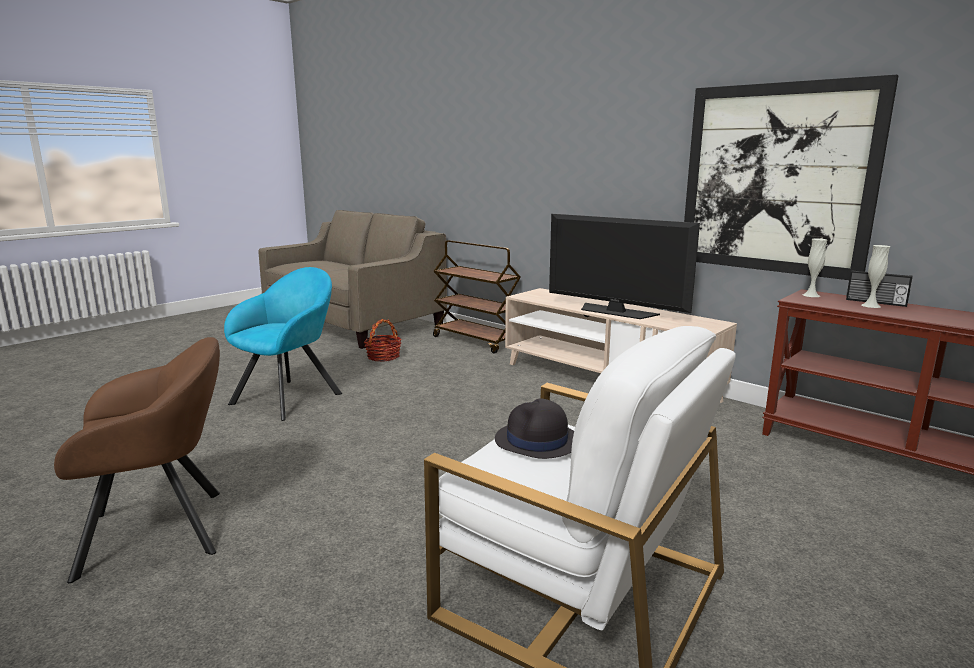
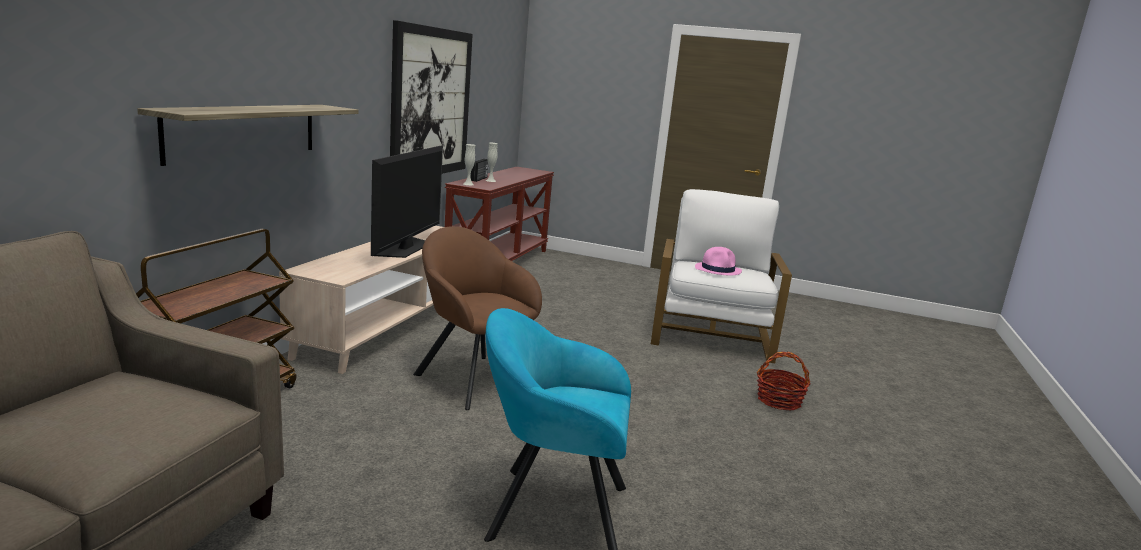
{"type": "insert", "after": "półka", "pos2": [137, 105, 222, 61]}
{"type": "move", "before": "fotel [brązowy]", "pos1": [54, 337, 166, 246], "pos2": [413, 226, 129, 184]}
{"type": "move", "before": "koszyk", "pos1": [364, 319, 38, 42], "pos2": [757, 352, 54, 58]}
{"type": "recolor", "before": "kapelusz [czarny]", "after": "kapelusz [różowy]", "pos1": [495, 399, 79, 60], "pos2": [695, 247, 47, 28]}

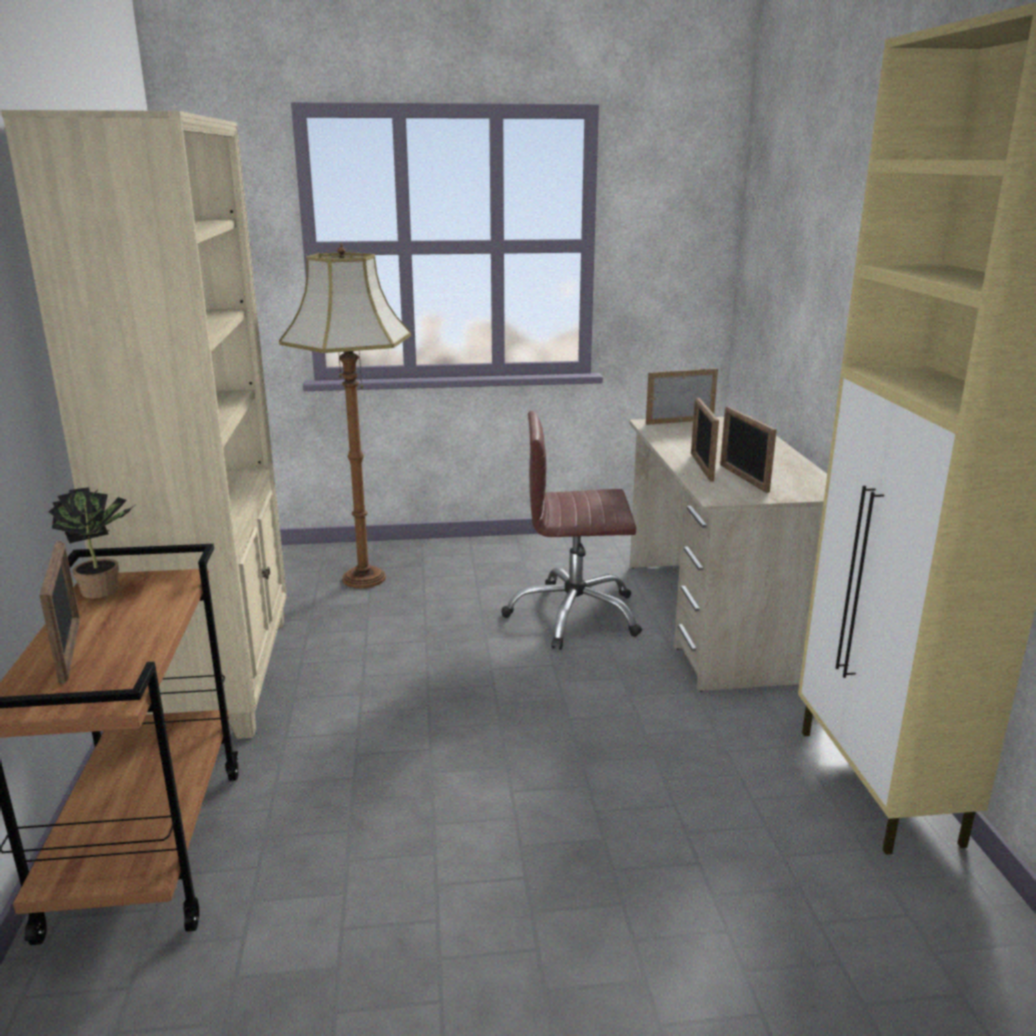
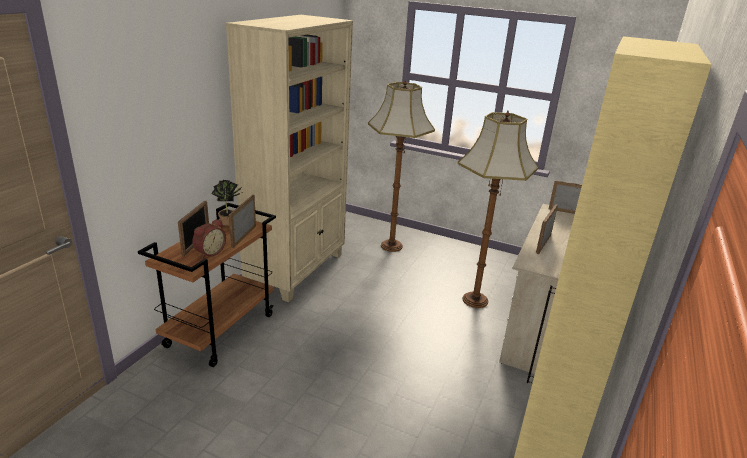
{"type": "insert", "after": "budzik", "pos2": [192, 219, 34, 40]}
{"type": "move", "before": "ramka na zdjęcie", "pos1": [720, 406, 57, 87], "pos2": [229, 195, 27, 53]}
{"type": "replace", "before": "krzesło biurowe [brązowy]", "after": "lampa stojąca", "pos1": [501, 411, 141, 239], "pos2": [458, 111, 80, 197]}

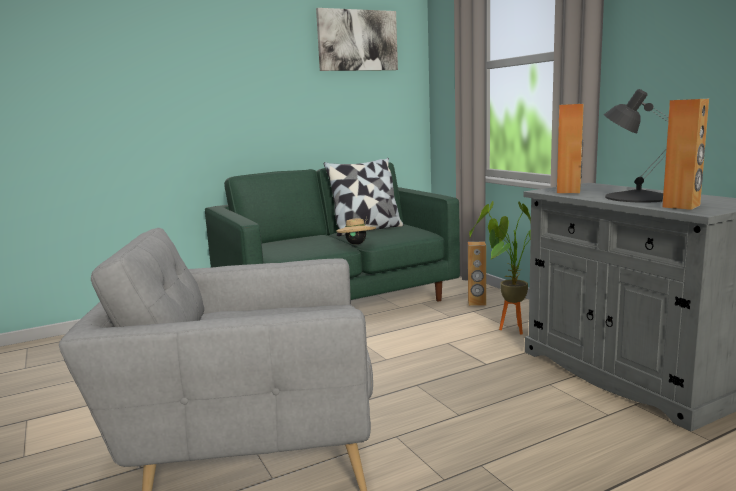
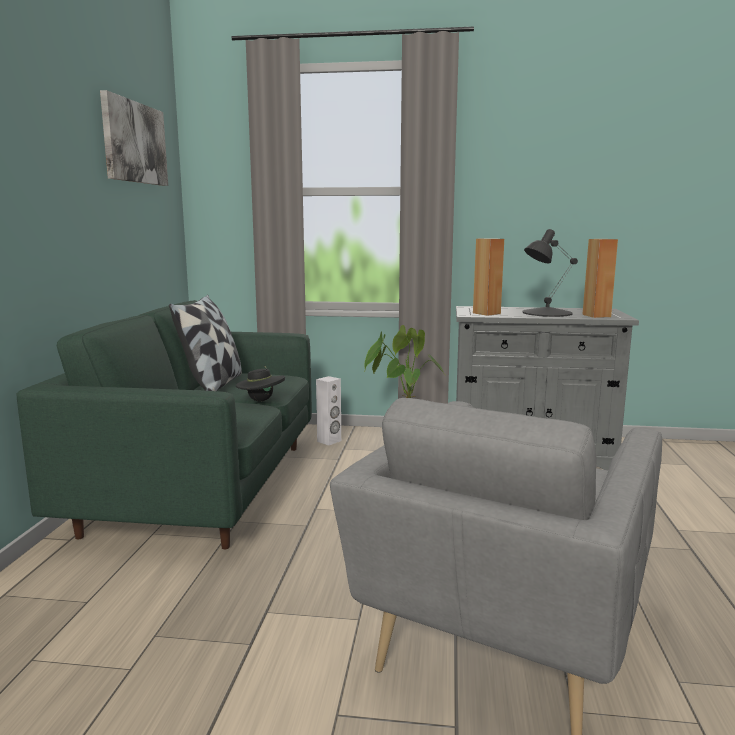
{"type": "recolor", "before": "kapelusz [beżowy]", "after": "kapelusz [czarny]", "pos1": [336, 217, 40, 28], "pos2": [236, 367, 49, 34]}
{"type": "recolor", "before": "głośnik [brązowy]", "after": "głośnik [biały]", "pos1": [468, 242, 18, 64], "pos2": [316, 376, 25, 70]}

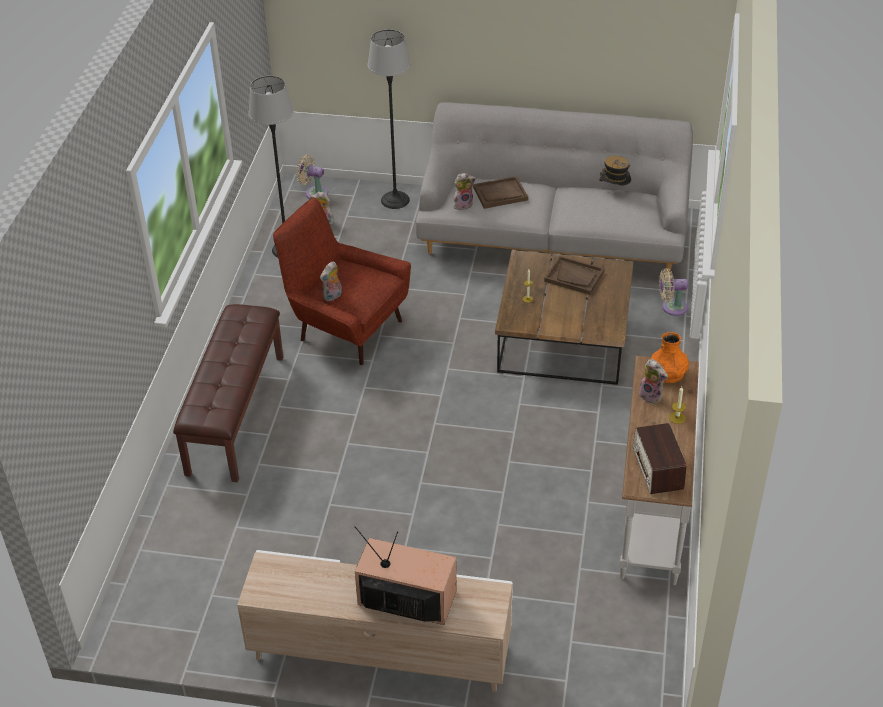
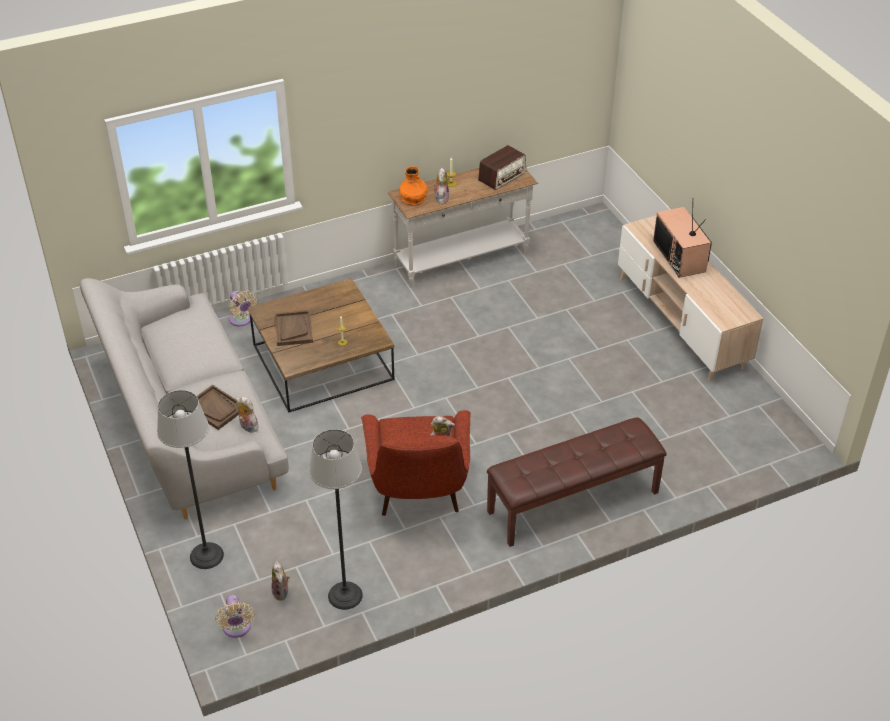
{"type": "delete", "before": "kapelusz", "pos1": [599, 156, 32, 30]}

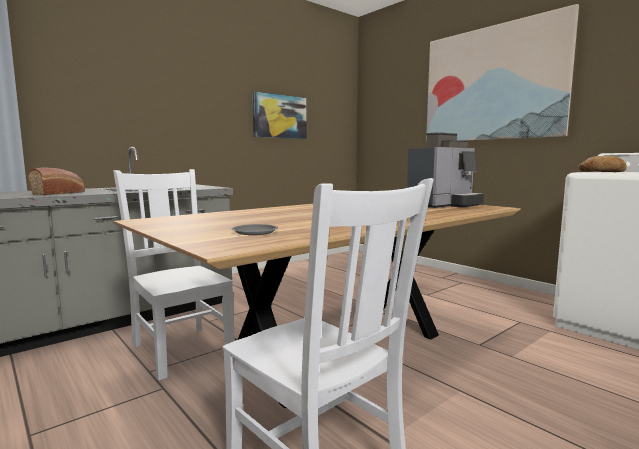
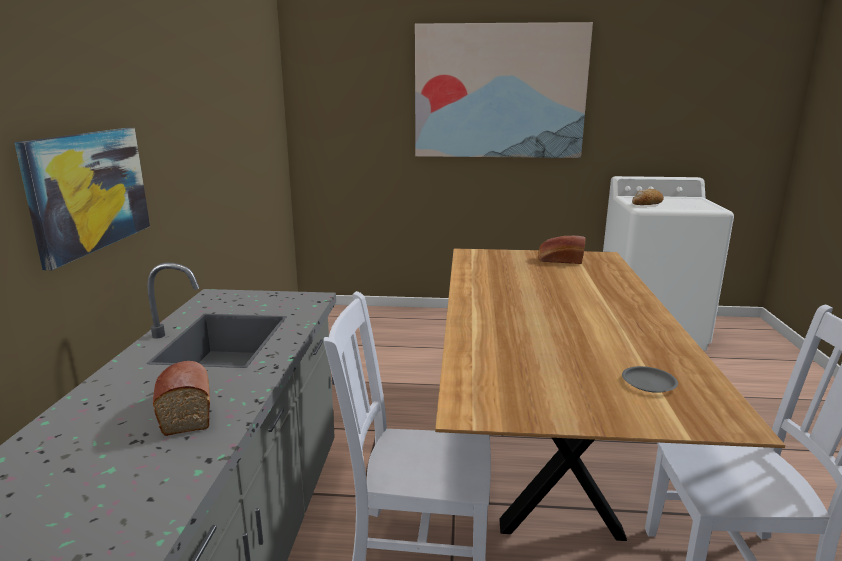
{"type": "move", "before": "obraz", "pos1": [252, 91, 55, 48], "pos2": [14, 128, 136, 142]}
{"type": "replace", "before": "ekspres do kawy", "after": "chleb", "pos1": [407, 132, 77, 76], "pos2": [538, 235, 47, 29]}

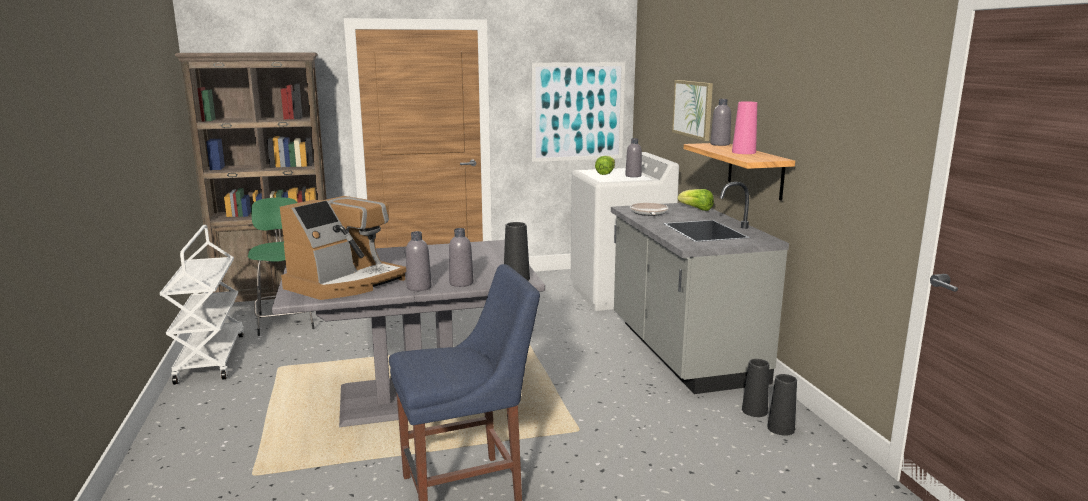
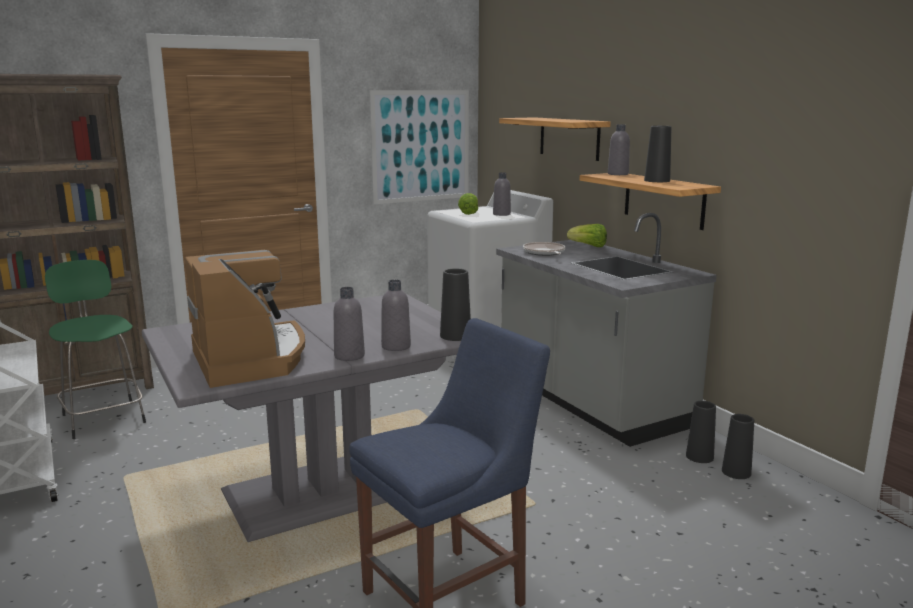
{"type": "replace", "before": "obraz", "after": "półka", "pos1": [672, 80, 41, 61], "pos2": [499, 117, 112, 44]}
{"type": "recolor", "before": "wazon [różowy]", "after": "wazon [czarny]", "pos1": [732, 101, 25, 53], "pos2": [644, 126, 27, 56]}
{"type": "rotate", "before": "ekspres do kawy", "pos1": [280, 196, 126, 104], "pos2": [185, 250, 120, 138], "turn": -45}

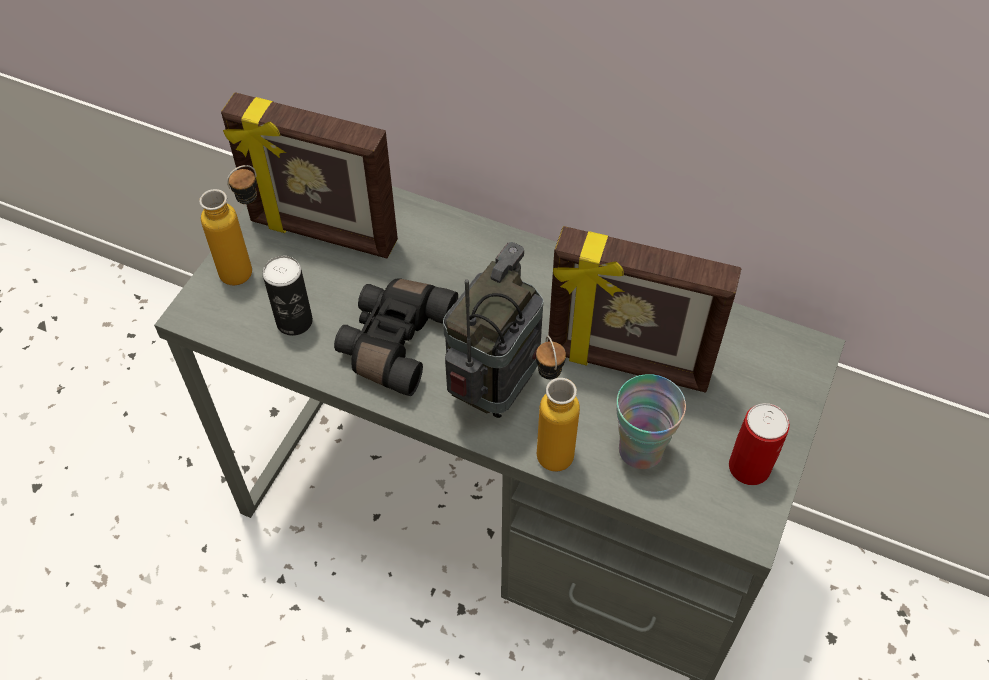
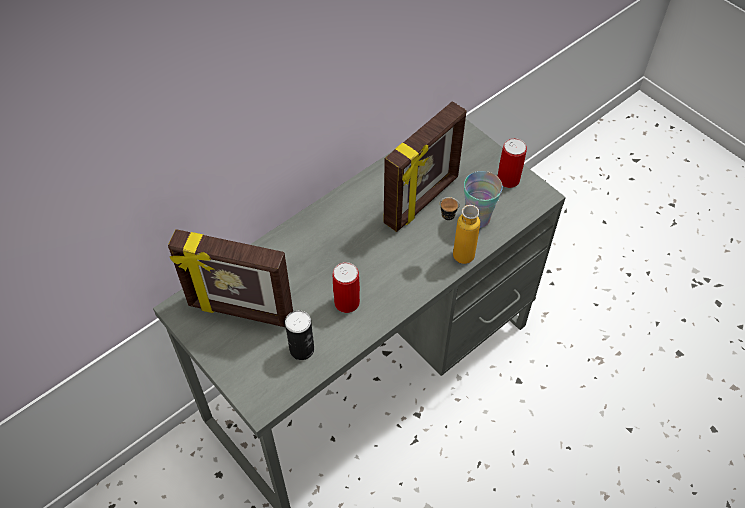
{"type": "delete", "before": "butelka", "pos1": [199, 165, 58, 120]}
{"type": "delete", "before": "radio", "pos1": [443, 242, 100, 176]}
{"type": "replace", "before": "lornetka [czarny]", "after": "puszka", "pos1": [334, 278, 124, 118], "pos2": [333, 262, 27, 51]}
{"type": "rotate", "before": "ramka na zdjęcie", "pos1": [221, 92, 177, 166], "pos2": [168, 229, 125, 98], "turn": 60}

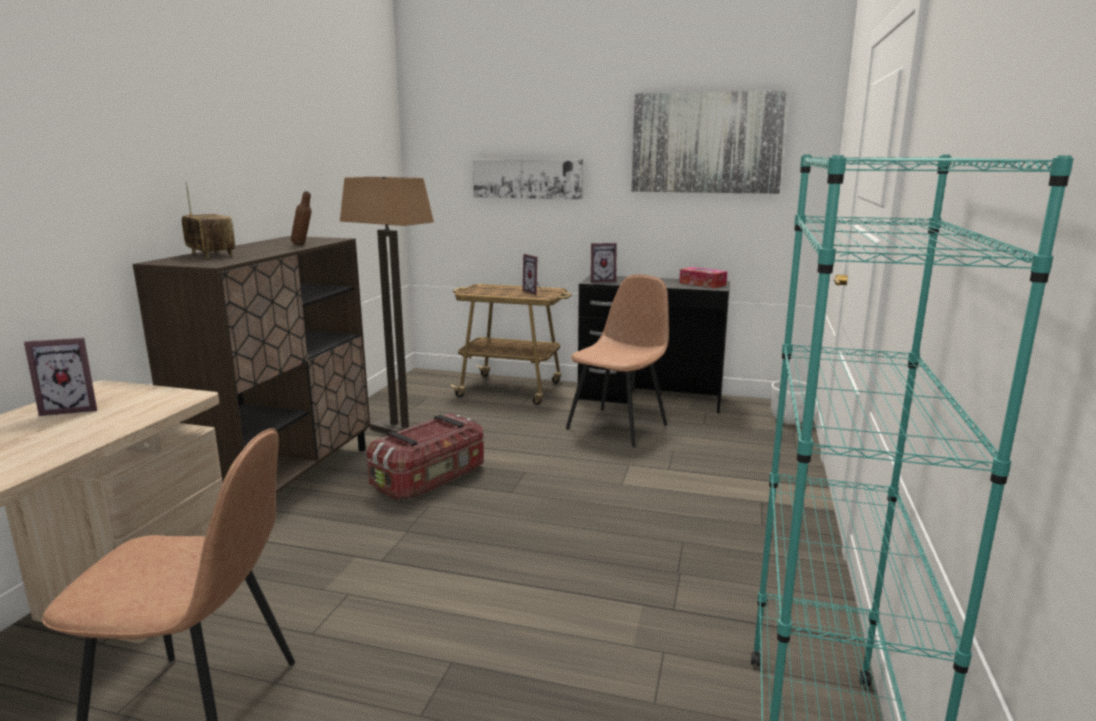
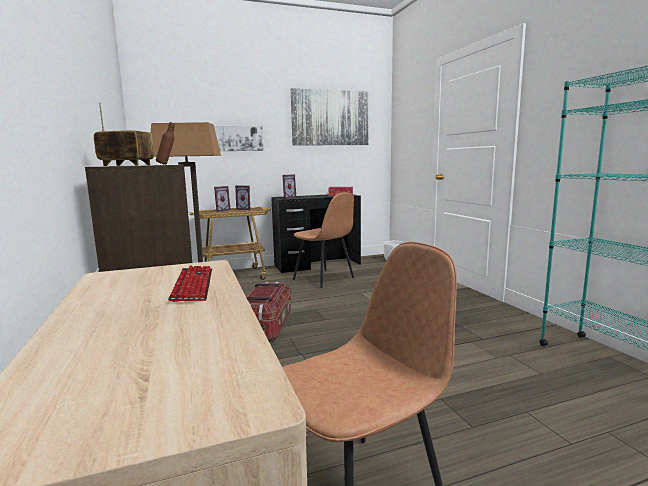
{"type": "insert", "after": "klawiatura", "pos2": [168, 266, 44, 36]}
{"type": "move", "before": "ramka na zdjęcie", "pos1": [24, 338, 73, 78], "pos2": [214, 186, 16, 26]}
{"type": "rotate", "before": "krzesło [brązowy]", "pos1": [566, 274, 103, 173], "pos2": [293, 192, 61, 96], "turn": 135}

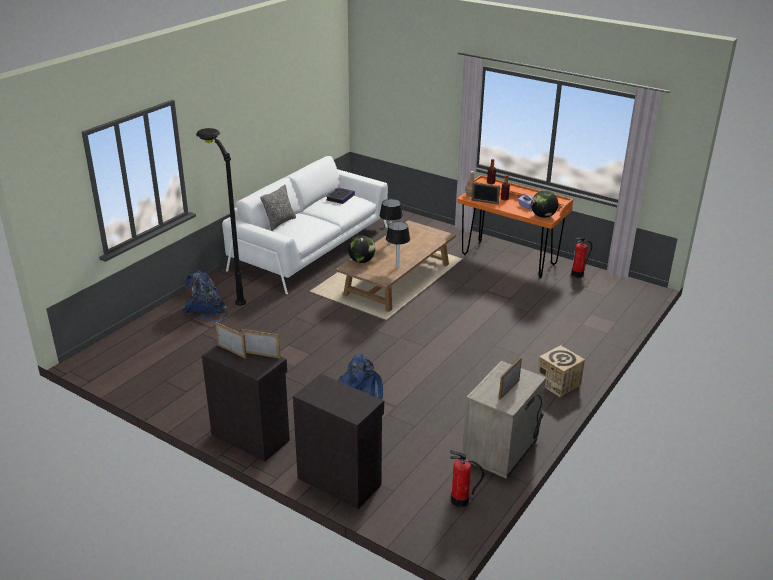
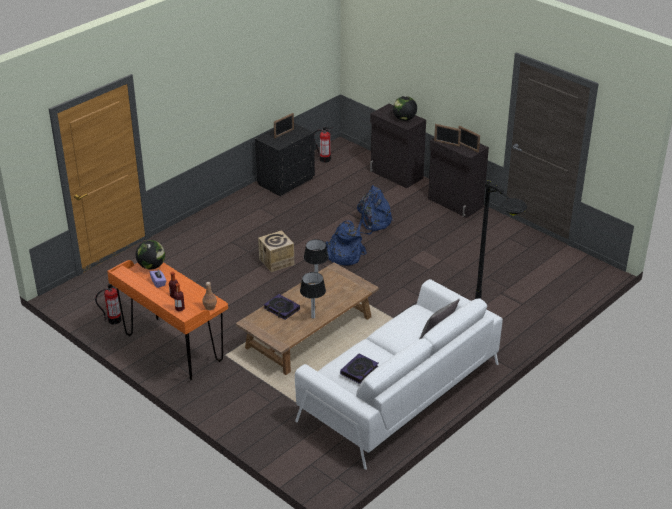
{"type": "delete", "before": "ramka na zdjęcie", "pos1": [471, 182, 29, 23]}
{"type": "insert", "after": "książka", "pos2": [263, 294, 37, 26]}
{"type": "move", "before": "plecak [niebieski]", "pos1": [182, 270, 45, 52], "pos2": [325, 220, 42, 45]}
{"type": "move", "before": "globus", "pos1": [348, 236, 27, 27], "pos2": [393, 96, 24, 25]}
{"type": "move", "before": "karton", "pos1": [537, 345, 48, 52], "pos2": [258, 230, 36, 42]}
{"type": "recolor", "before": "szafka nocna [beżowy]", "after": "szafka nocna [czarny]", "pos1": [462, 361, 84, 118], "pos2": [255, 123, 60, 73]}

